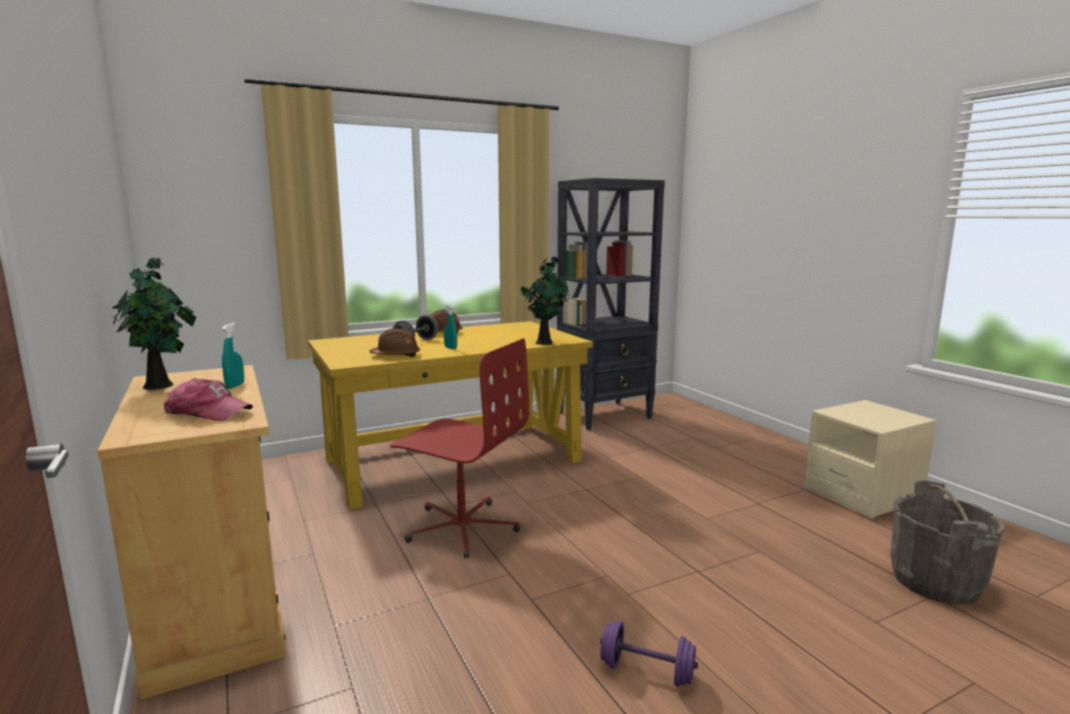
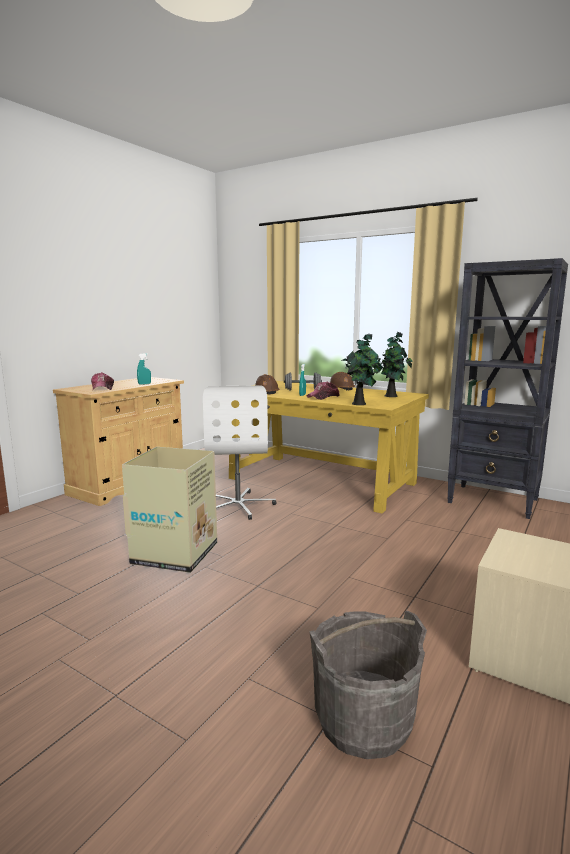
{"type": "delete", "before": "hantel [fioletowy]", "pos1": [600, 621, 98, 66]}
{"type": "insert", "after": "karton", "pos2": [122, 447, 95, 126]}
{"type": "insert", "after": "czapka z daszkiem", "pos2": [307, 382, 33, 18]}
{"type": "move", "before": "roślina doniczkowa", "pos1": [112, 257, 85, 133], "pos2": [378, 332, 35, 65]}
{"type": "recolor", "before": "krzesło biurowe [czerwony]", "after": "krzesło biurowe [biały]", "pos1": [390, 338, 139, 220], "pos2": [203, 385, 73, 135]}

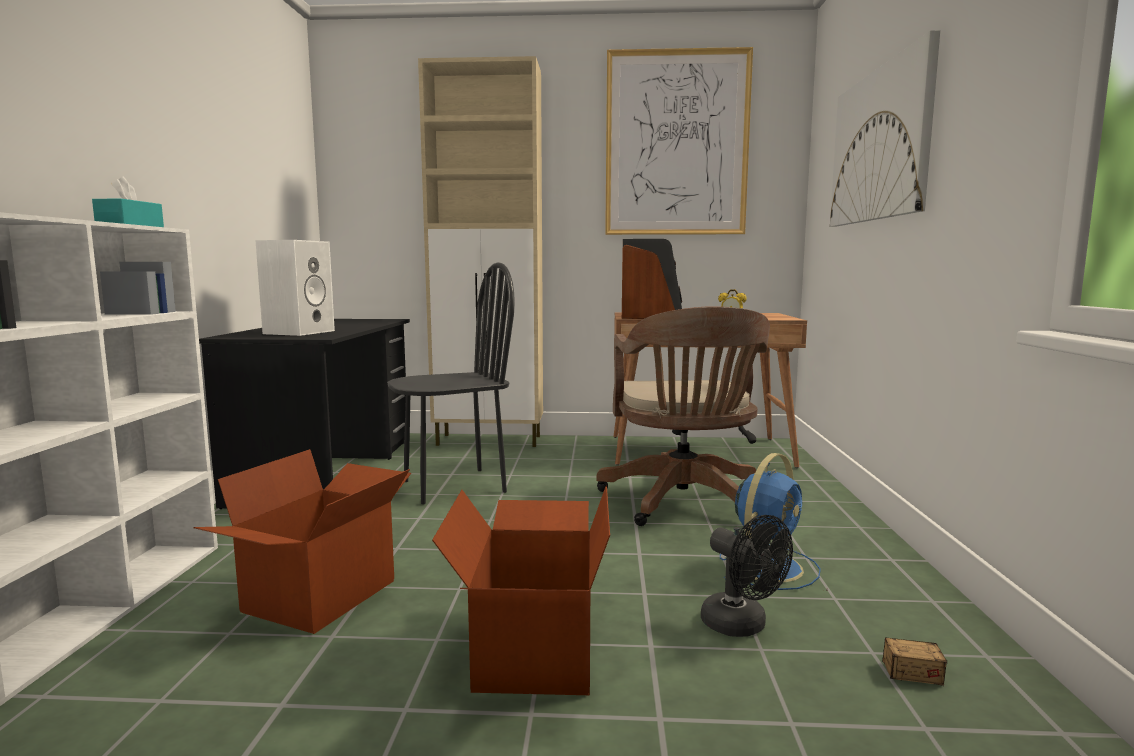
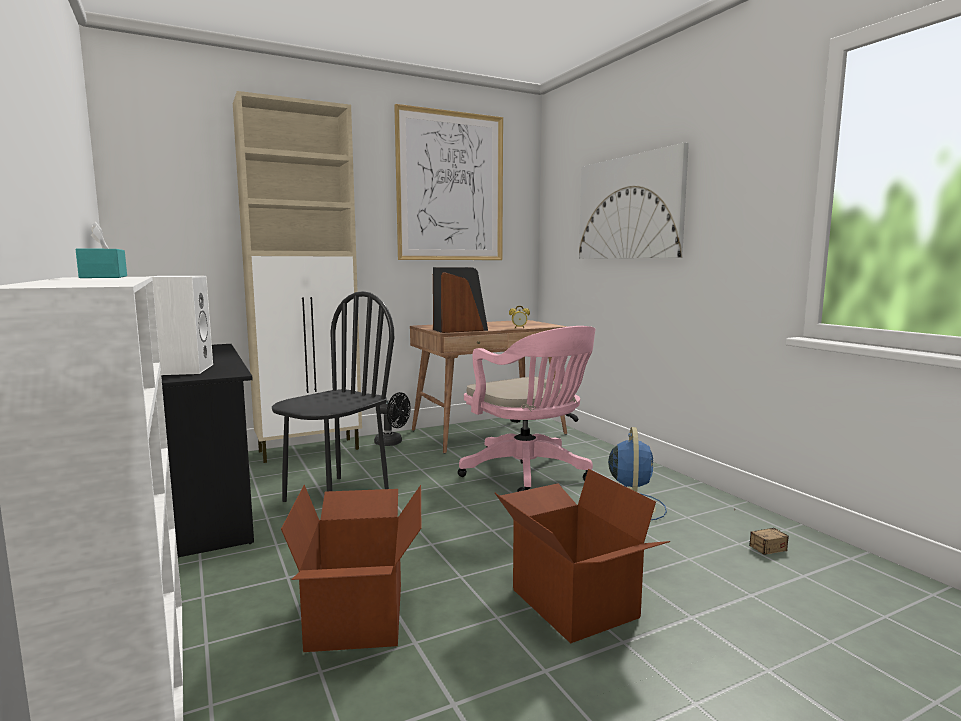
{"type": "move", "before": "wentylator [czarny]", "pos1": [701, 515, 92, 122], "pos2": [374, 392, 37, 54]}
{"type": "recolor", "before": "krzesło biurowe [brązowy]", "after": "krzesło biurowe [różowy]", "pos1": [596, 306, 174, 220], "pos2": [458, 326, 137, 166]}

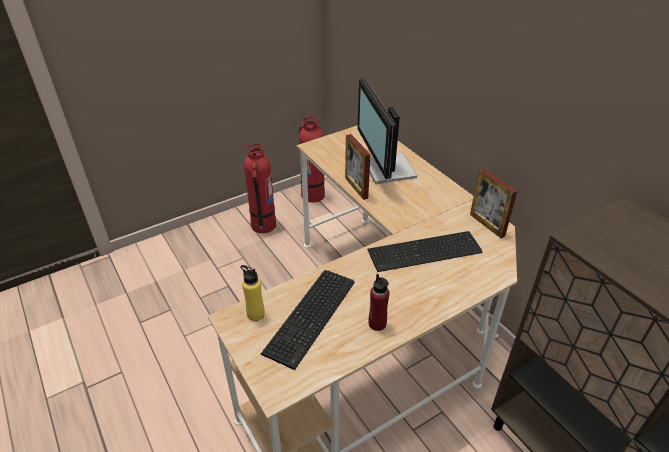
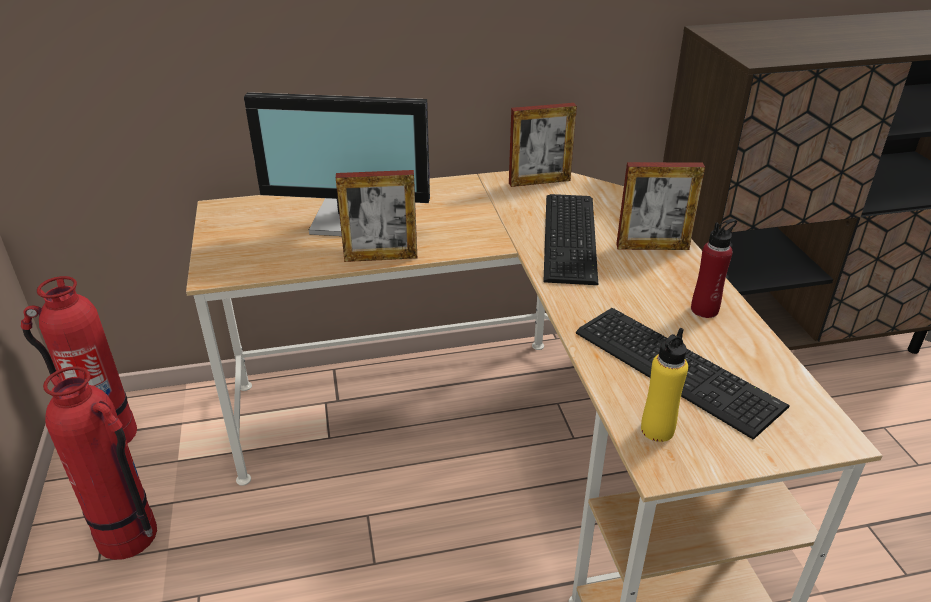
{"type": "insert", "after": "ramka na zdjęcie", "pos2": [616, 162, 89, 88]}

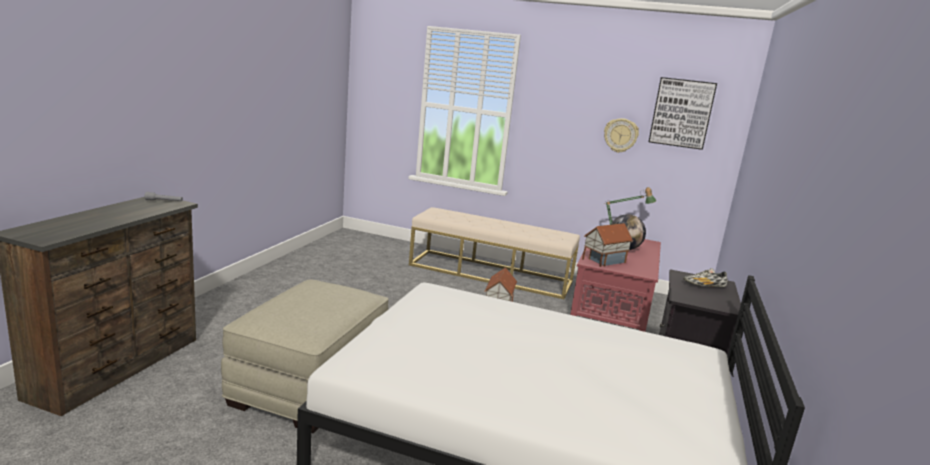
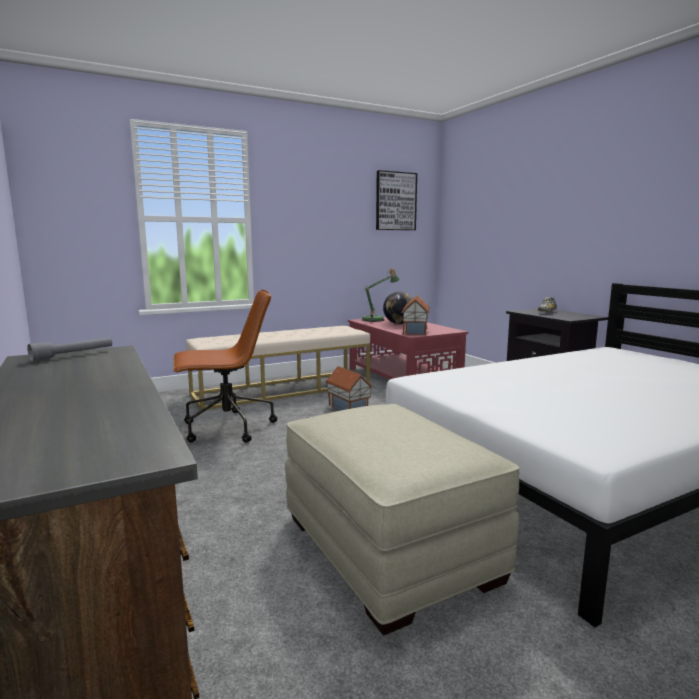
{"type": "delete", "before": "zegar ścienny", "pos1": [604, 118, 35, 35]}
{"type": "insert", "after": "krzesło biurowe [brązowy]", "pos2": [173, 290, 104, 153]}

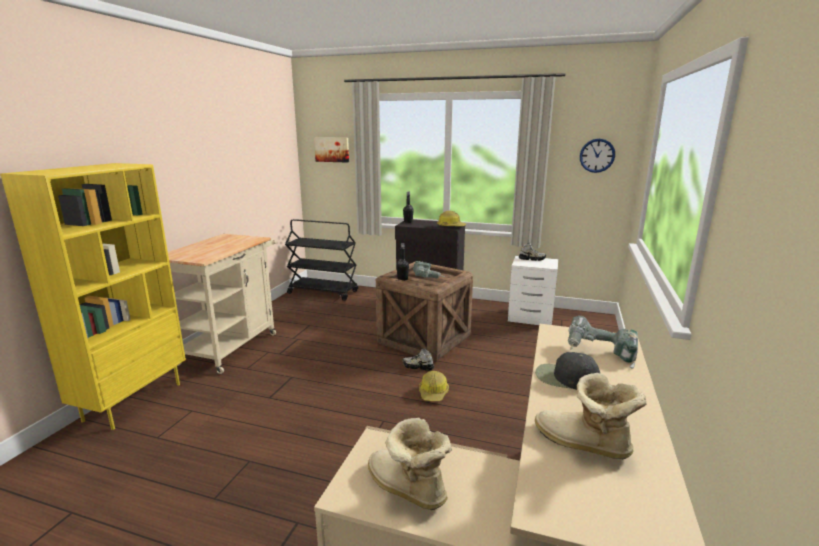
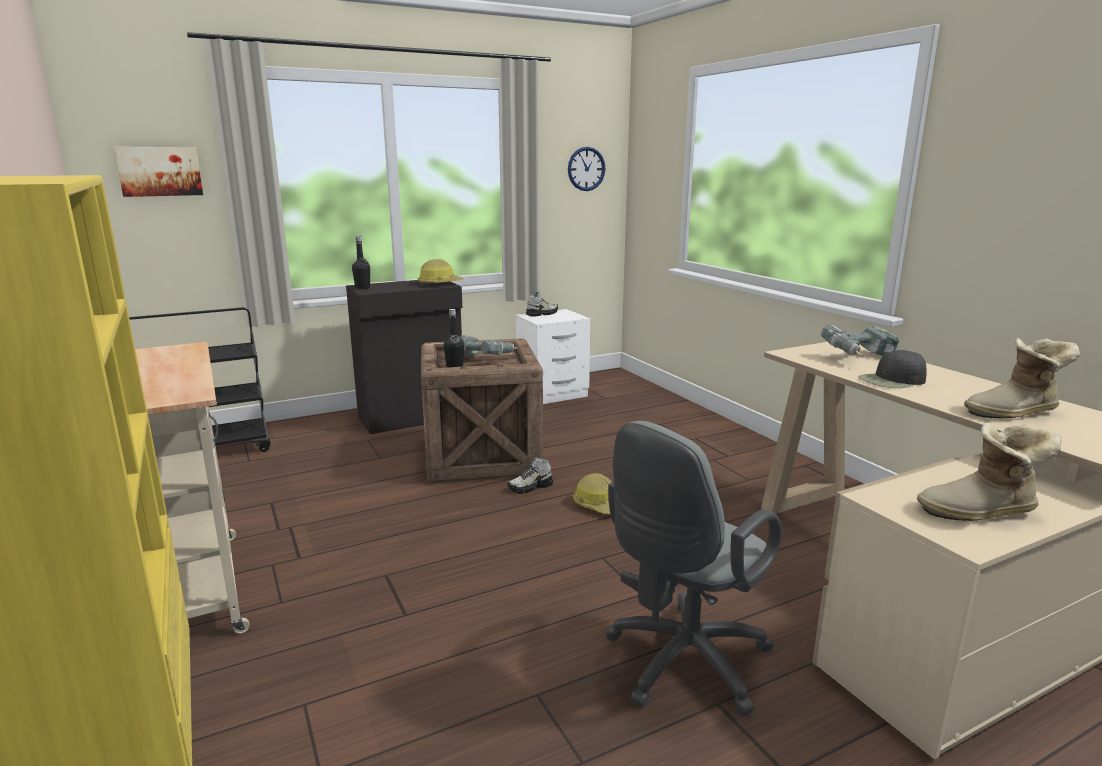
{"type": "insert", "after": "krzesło biurowe [szary]", "pos2": [605, 421, 177, 295]}

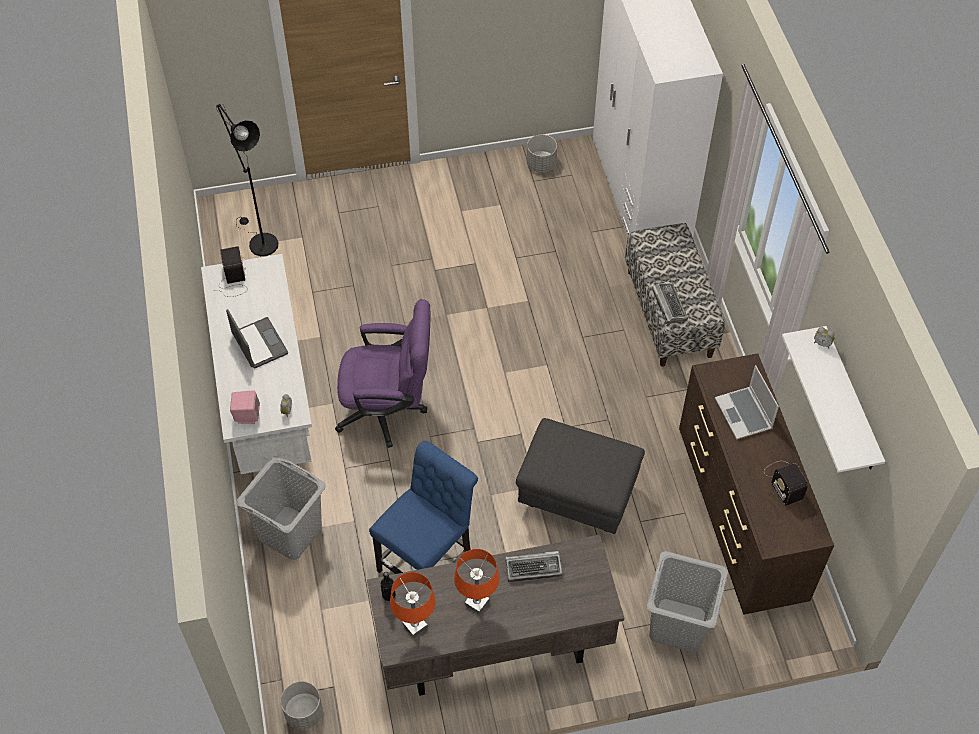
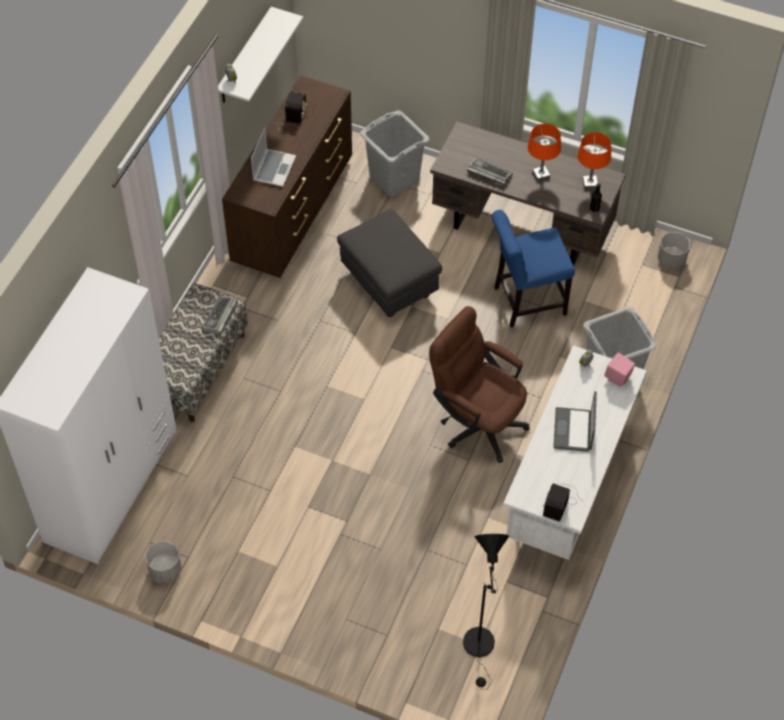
{"type": "recolor", "before": "krzesło biurowe [fioletowy]", "after": "krzesło biurowe [brązowy]", "pos1": [335, 299, 95, 149], "pos2": [429, 306, 101, 157]}

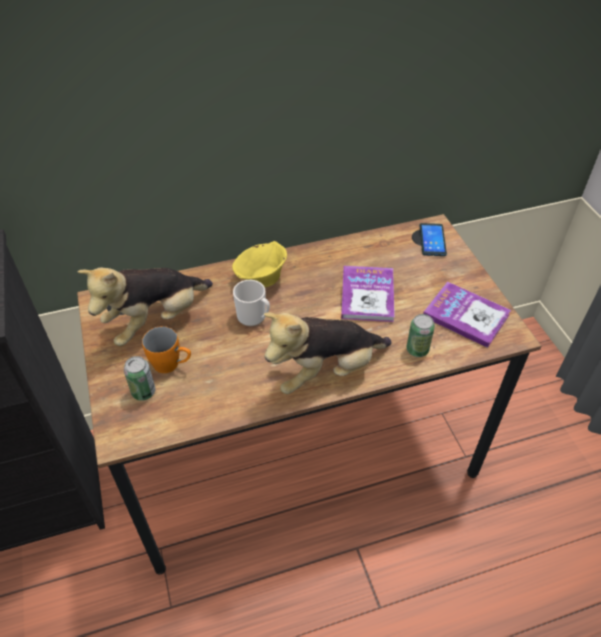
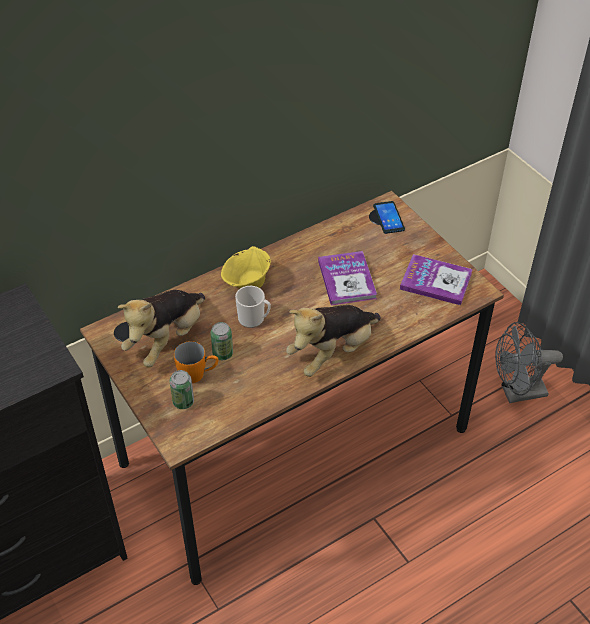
{"type": "insert", "after": "wentylator [szary]", "pos2": [495, 322, 68, 81]}
{"type": "move", "before": "puszka", "pos1": [406, 314, 29, 43], "pos2": [211, 322, 22, 38]}

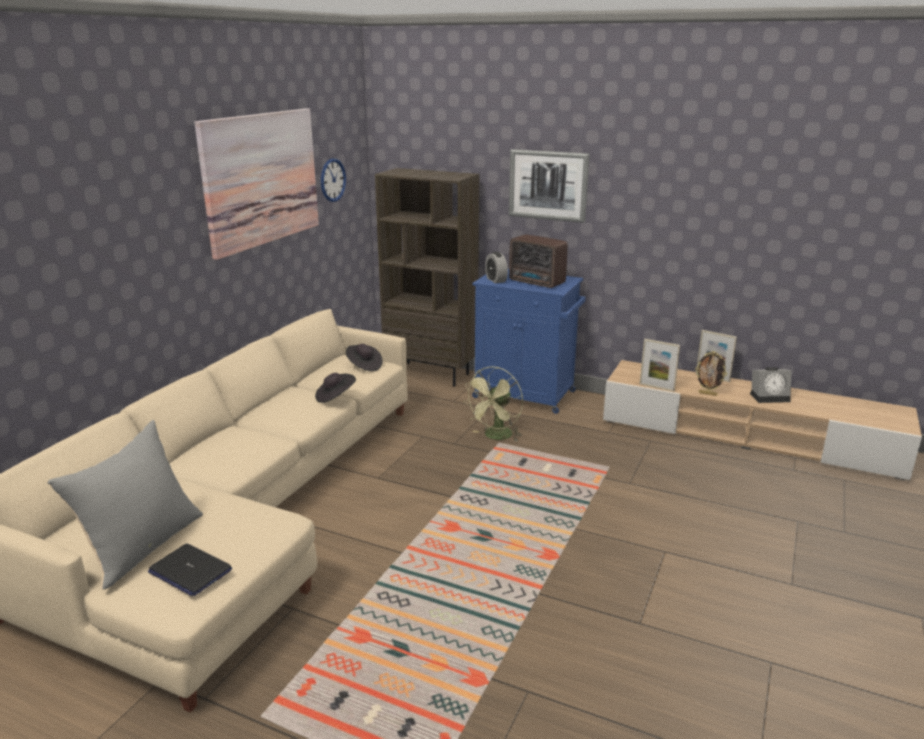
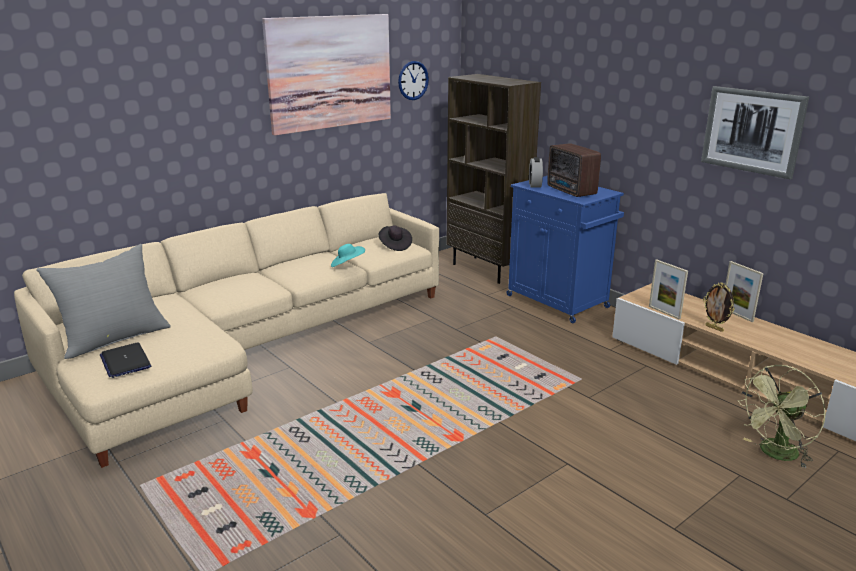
{"type": "delete", "before": "budzik", "pos1": [750, 367, 42, 36]}
{"type": "move", "before": "wentylator [zielony]", "pos1": [463, 366, 60, 75], "pos2": [738, 365, 88, 103]}
{"type": "move", "before": "obraz", "pos1": [509, 149, 81, 74], "pos2": [701, 86, 108, 93]}
{"type": "recolor", "before": "kapelusz [czarny]", "after": "kapelusz [turkusowy]", "pos1": [315, 373, 41, 30], "pos2": [331, 244, 34, 23]}

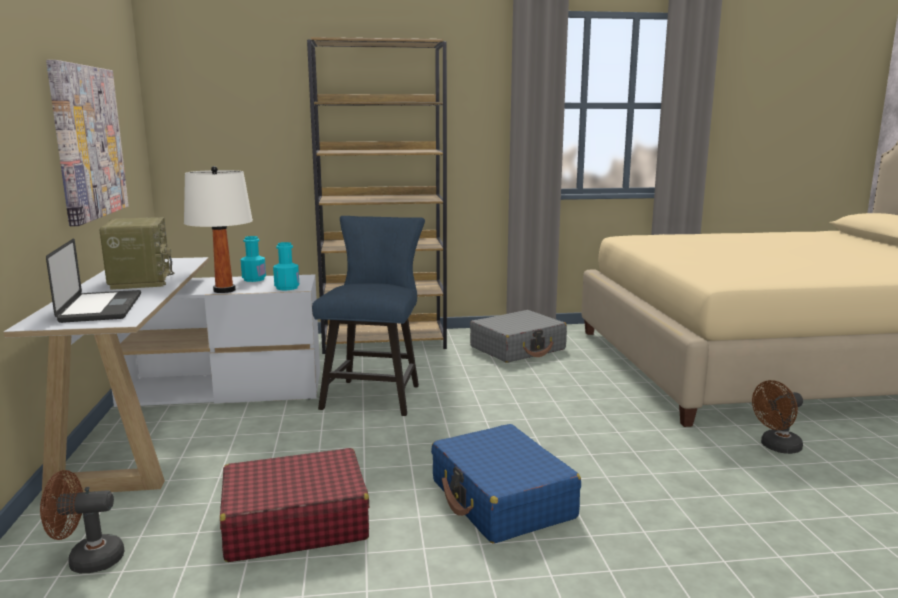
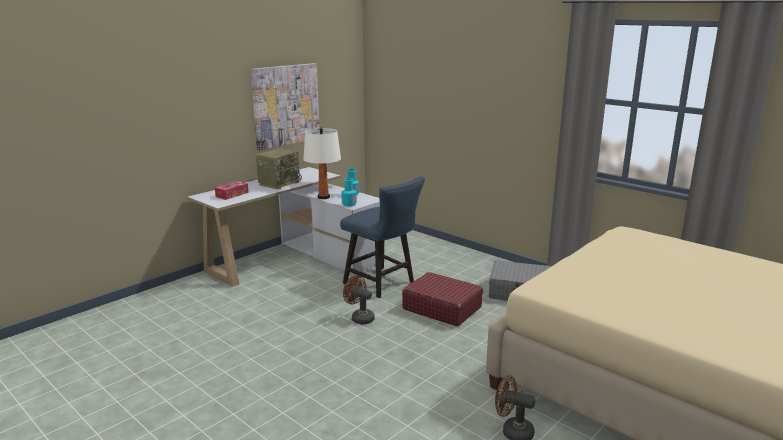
{"type": "delete", "before": "regał [brązowy]", "pos1": [307, 37, 140, 317]}
{"type": "delete", "before": "walizka [niebieski]", "pos1": [431, 424, 150, 120]}
{"type": "move", "before": "wentylator [brązowy]", "pos1": [40, 470, 85, 103], "pos2": [343, 275, 32, 49]}
{"type": "move", "before": "walizka [czerwony]", "pos1": [220, 448, 149, 114], "pos2": [402, 272, 81, 54]}
{"type": "replace", "before": "laptop", "after": "pudełko chusteczek", "pos1": [46, 238, 95, 85], "pos2": [215, 181, 34, 19]}
{"type": "rotate", "before": "krzesło [niebieski]", "pos1": [312, 216, 113, 200], "pos2": [340, 176, 85, 122], "turn": 75}

